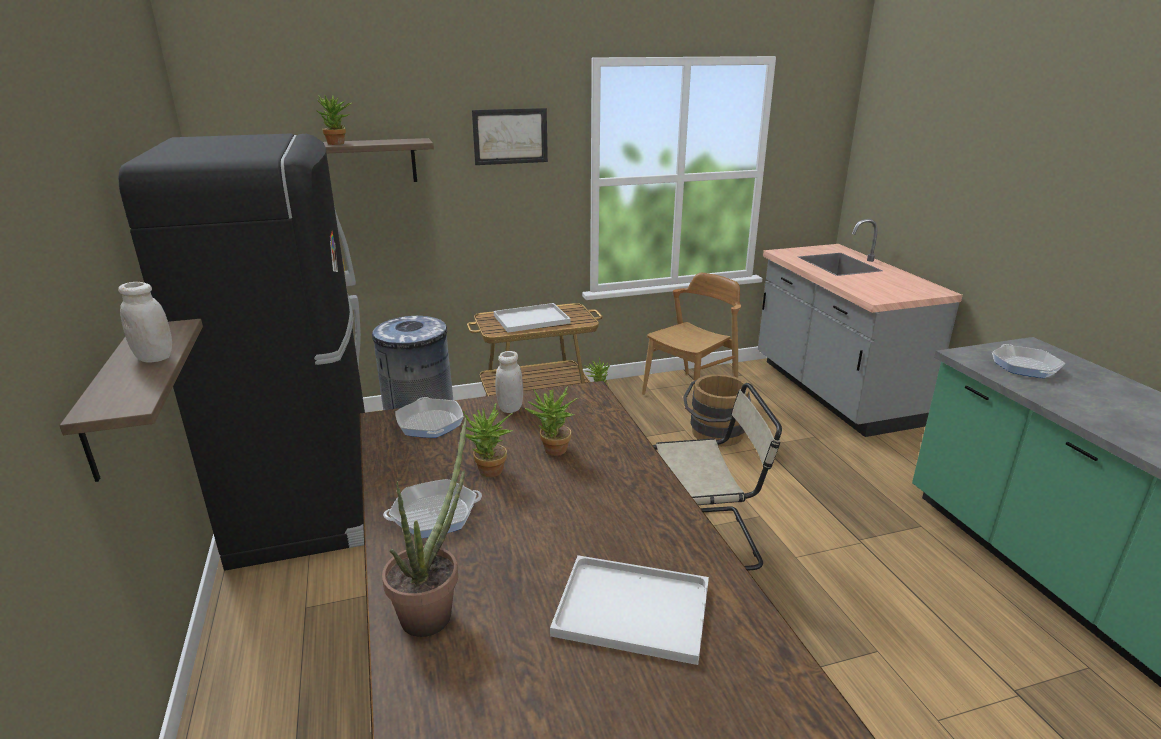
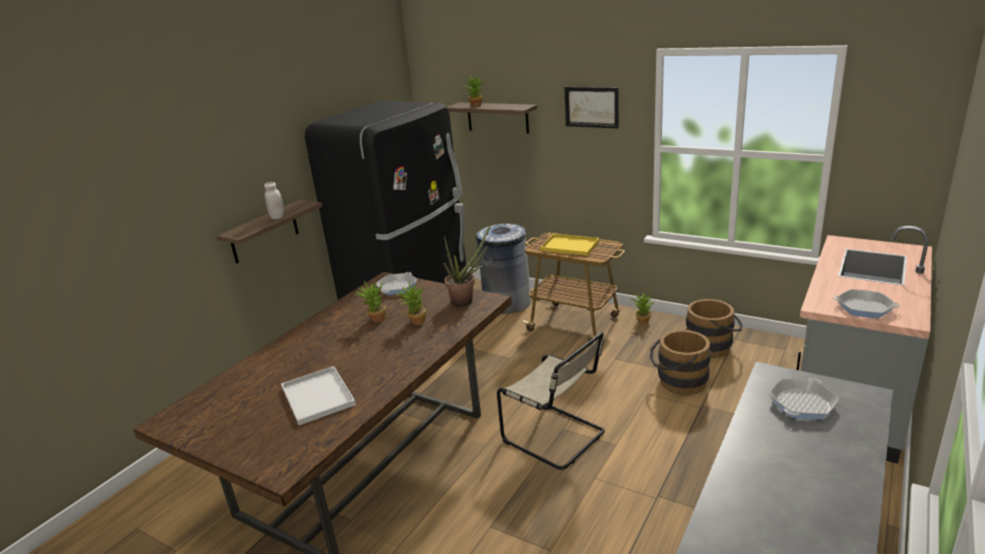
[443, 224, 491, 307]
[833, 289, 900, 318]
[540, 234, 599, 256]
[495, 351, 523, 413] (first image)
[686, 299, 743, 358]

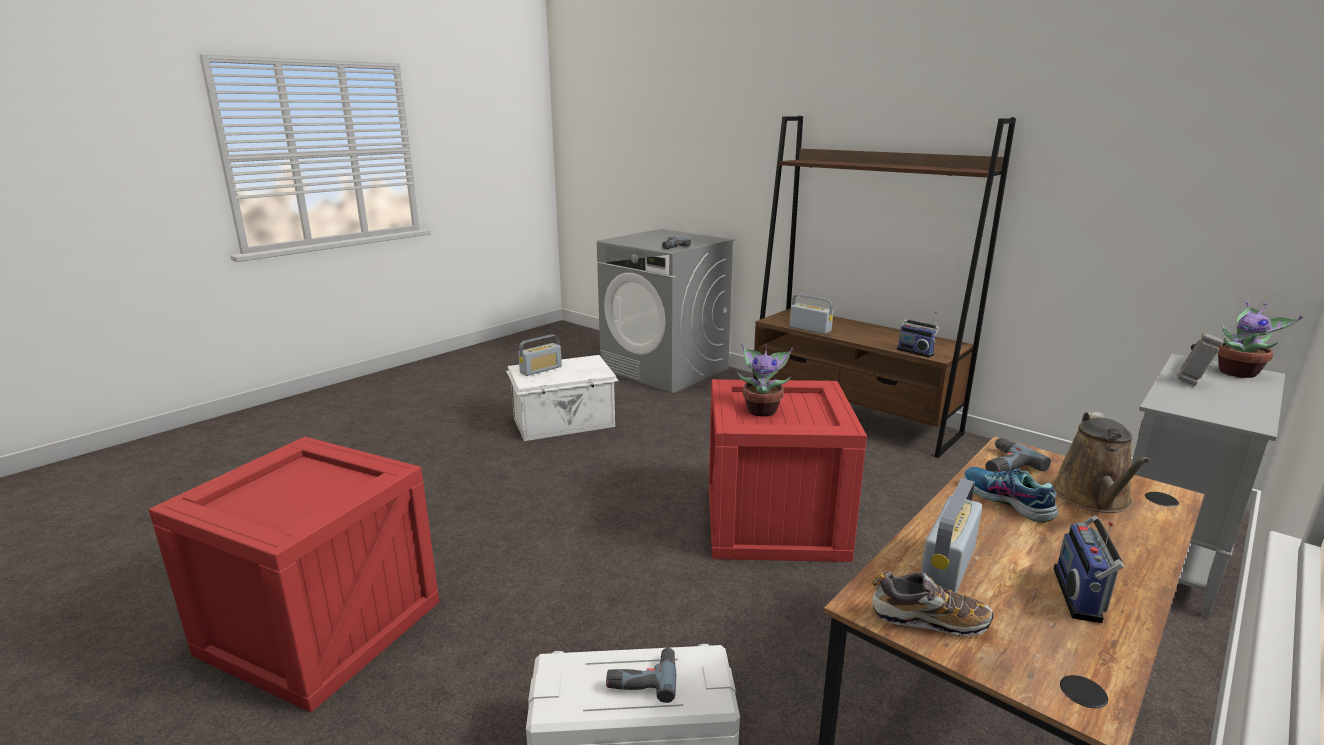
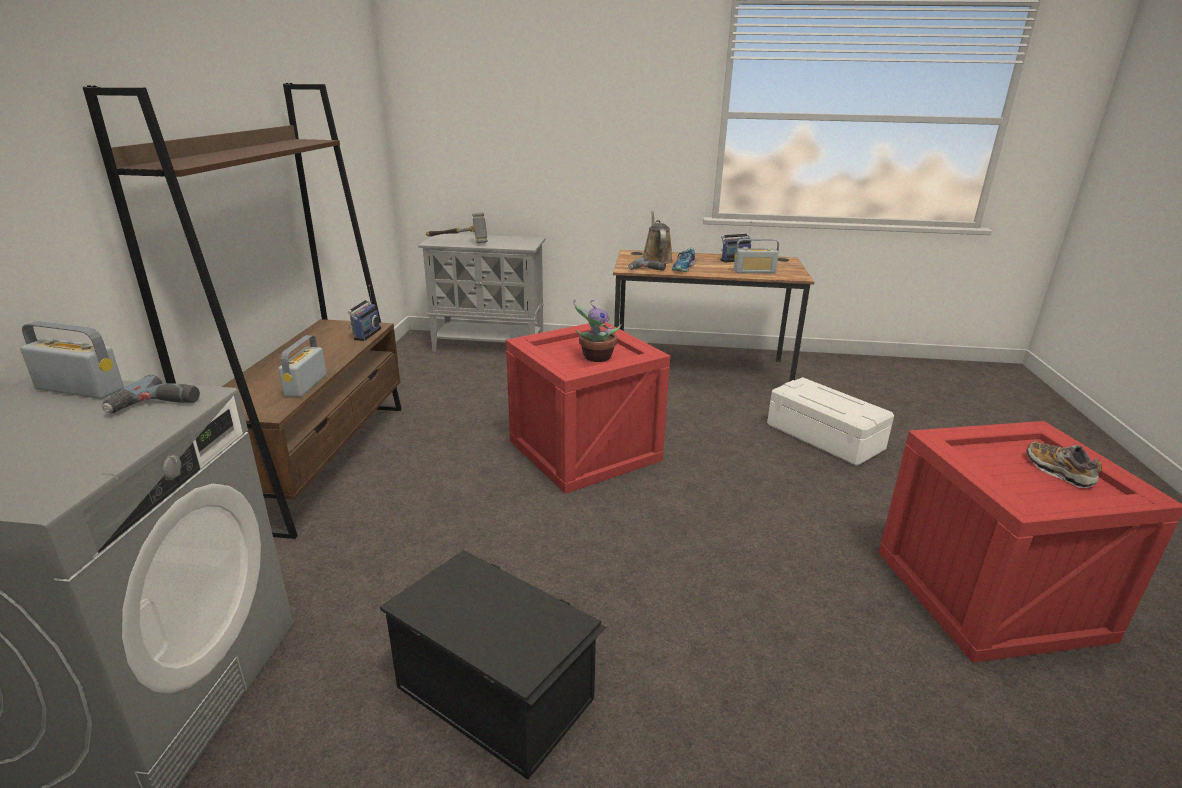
[380, 550, 606, 780]
[20, 321, 124, 399]
[606, 647, 676, 703] (first image)
[1026, 441, 1102, 488]
[643, 211, 673, 264]
[1217, 301, 1303, 378] (first image)

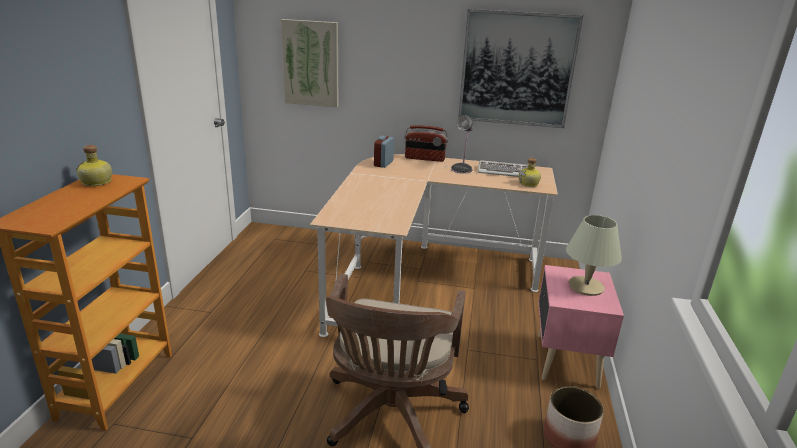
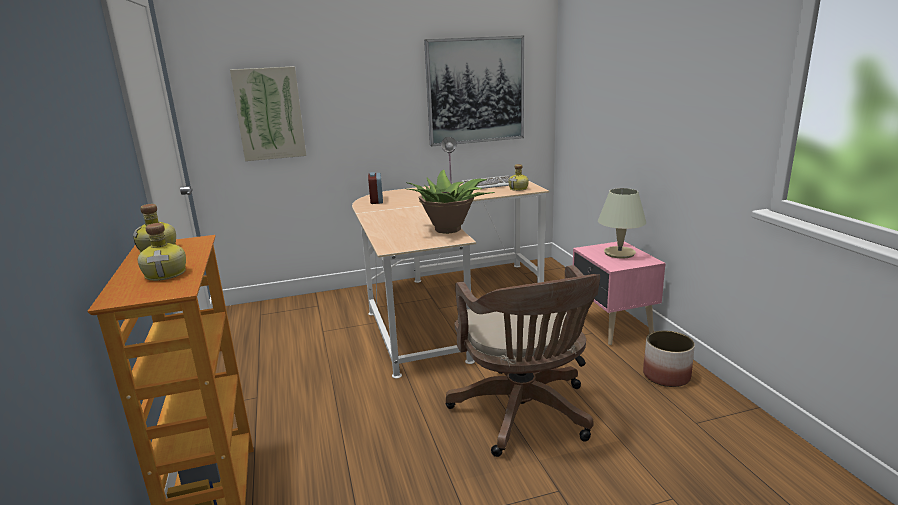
[405, 125, 448, 162] (first image)
[138, 223, 186, 281]
[406, 170, 494, 234]

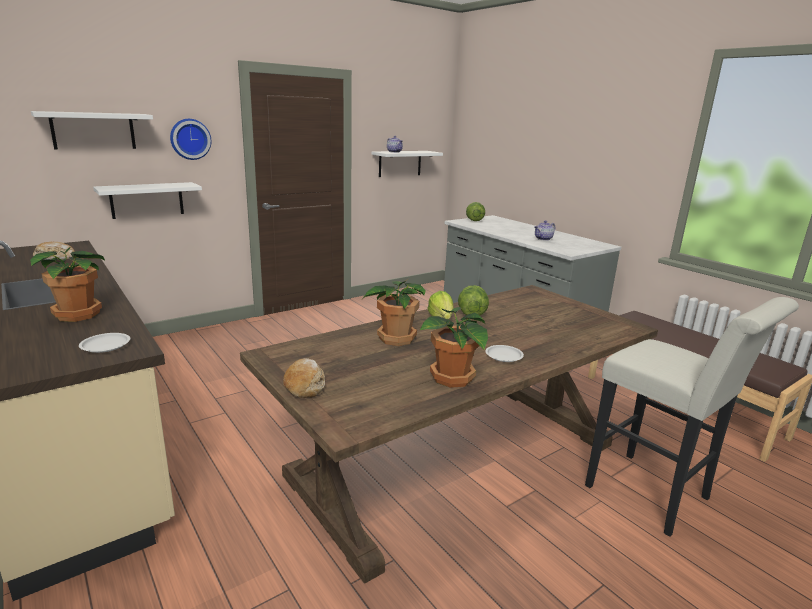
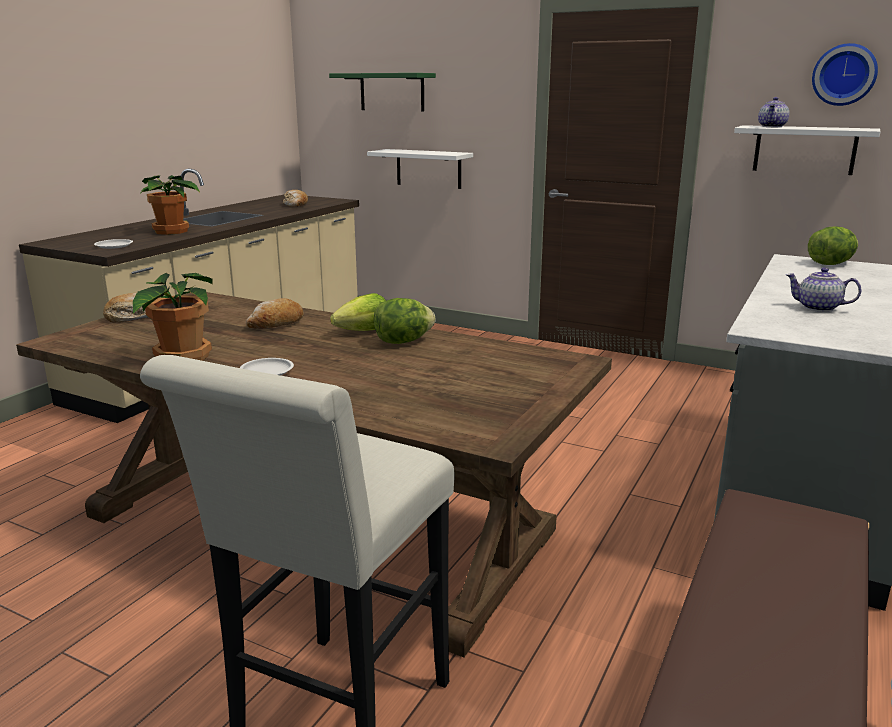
[329, 73, 436, 111]
[812, 43, 878, 106]
[246, 298, 304, 329]

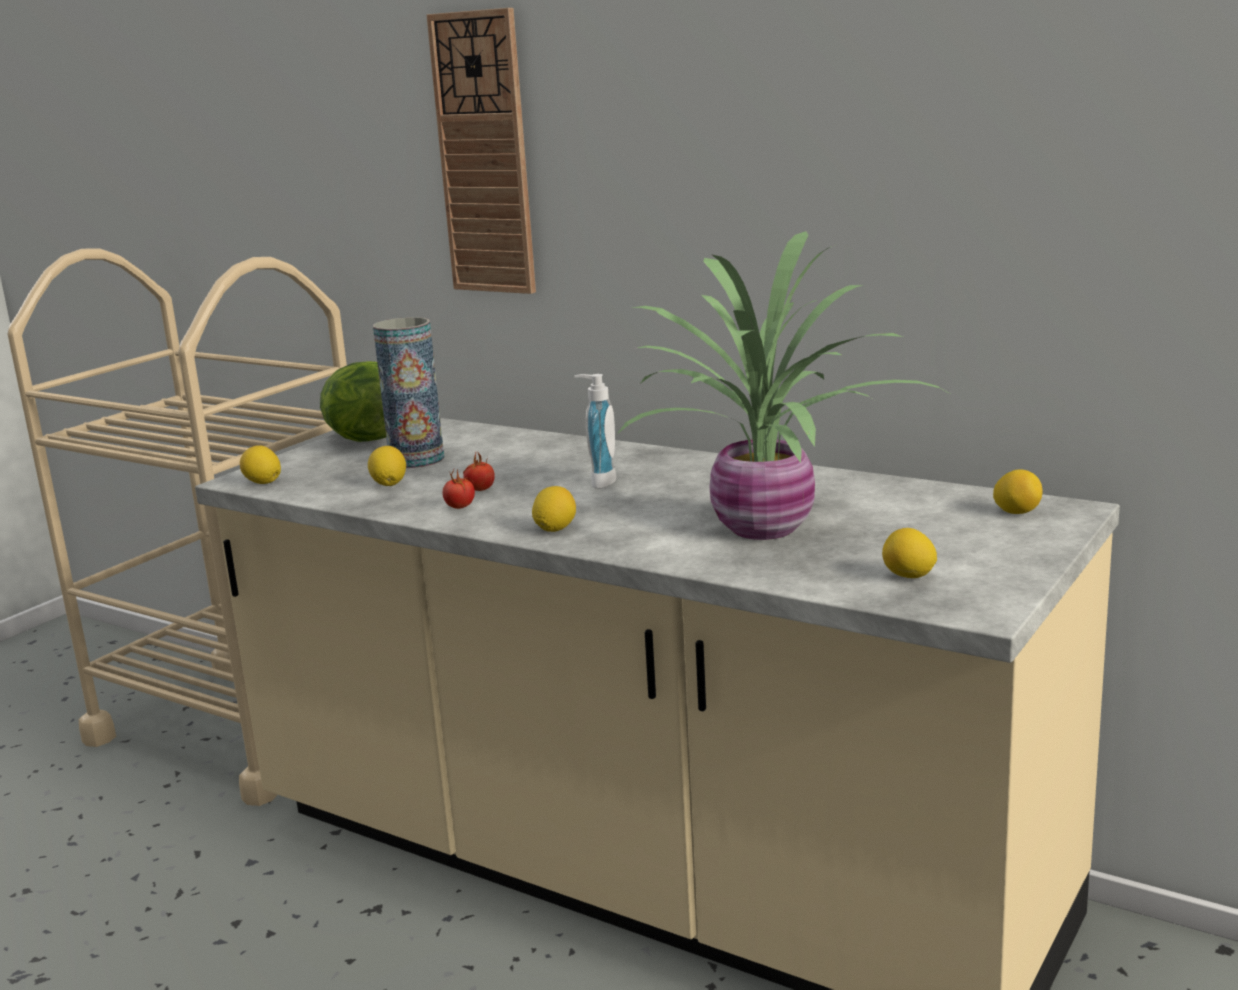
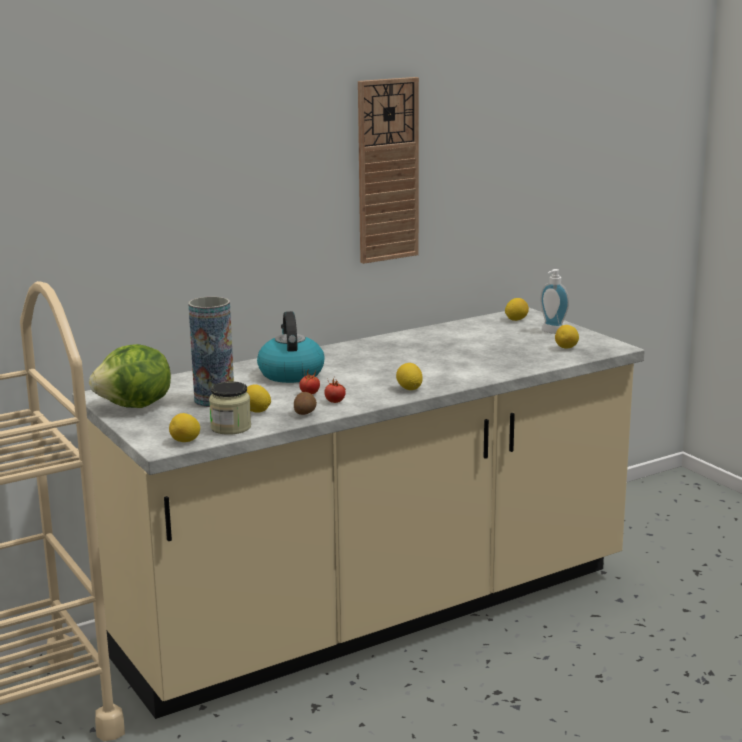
[358, 77, 419, 264]
[540, 269, 569, 334]
[616, 231, 952, 540] (first image)
[209, 381, 251, 435]
[257, 311, 325, 383]
[294, 392, 317, 415]

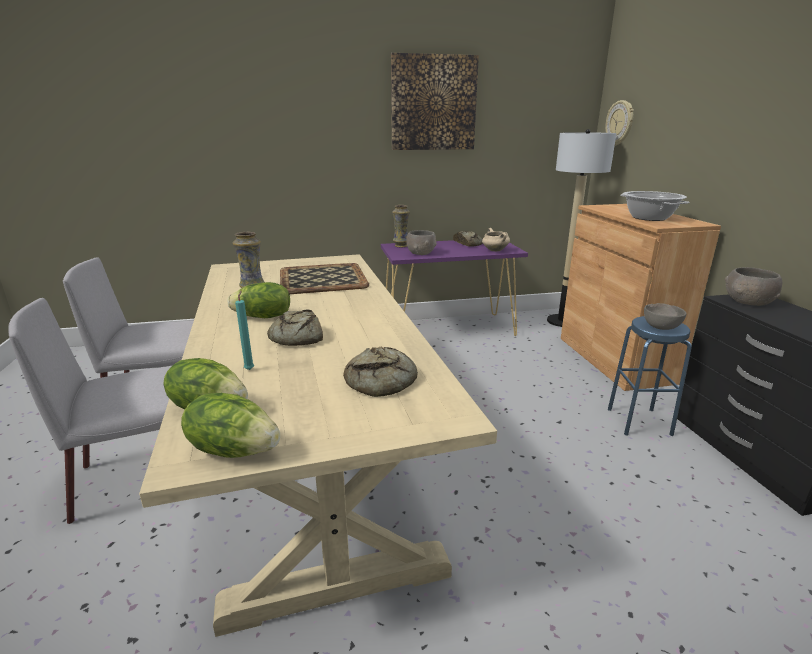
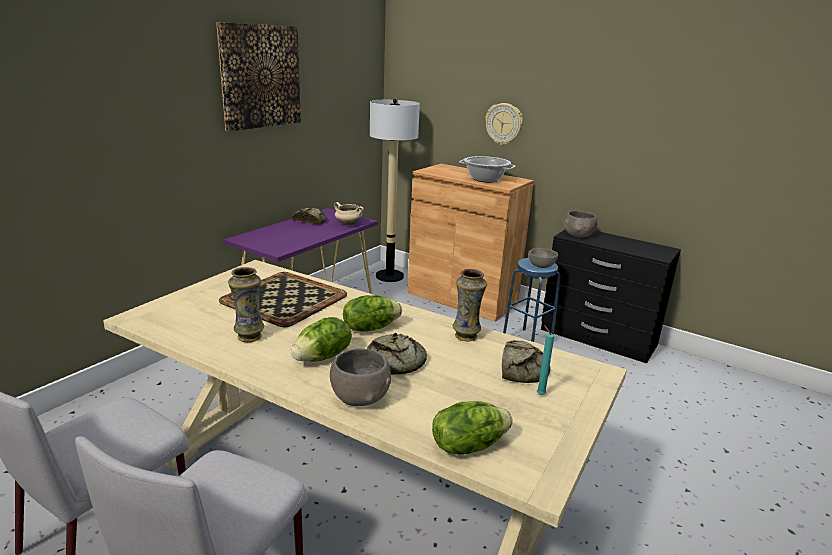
[343, 295, 402, 332]
[537, 325, 554, 395]
[453, 269, 487, 341]
[330, 348, 391, 406]
[485, 103, 523, 145]

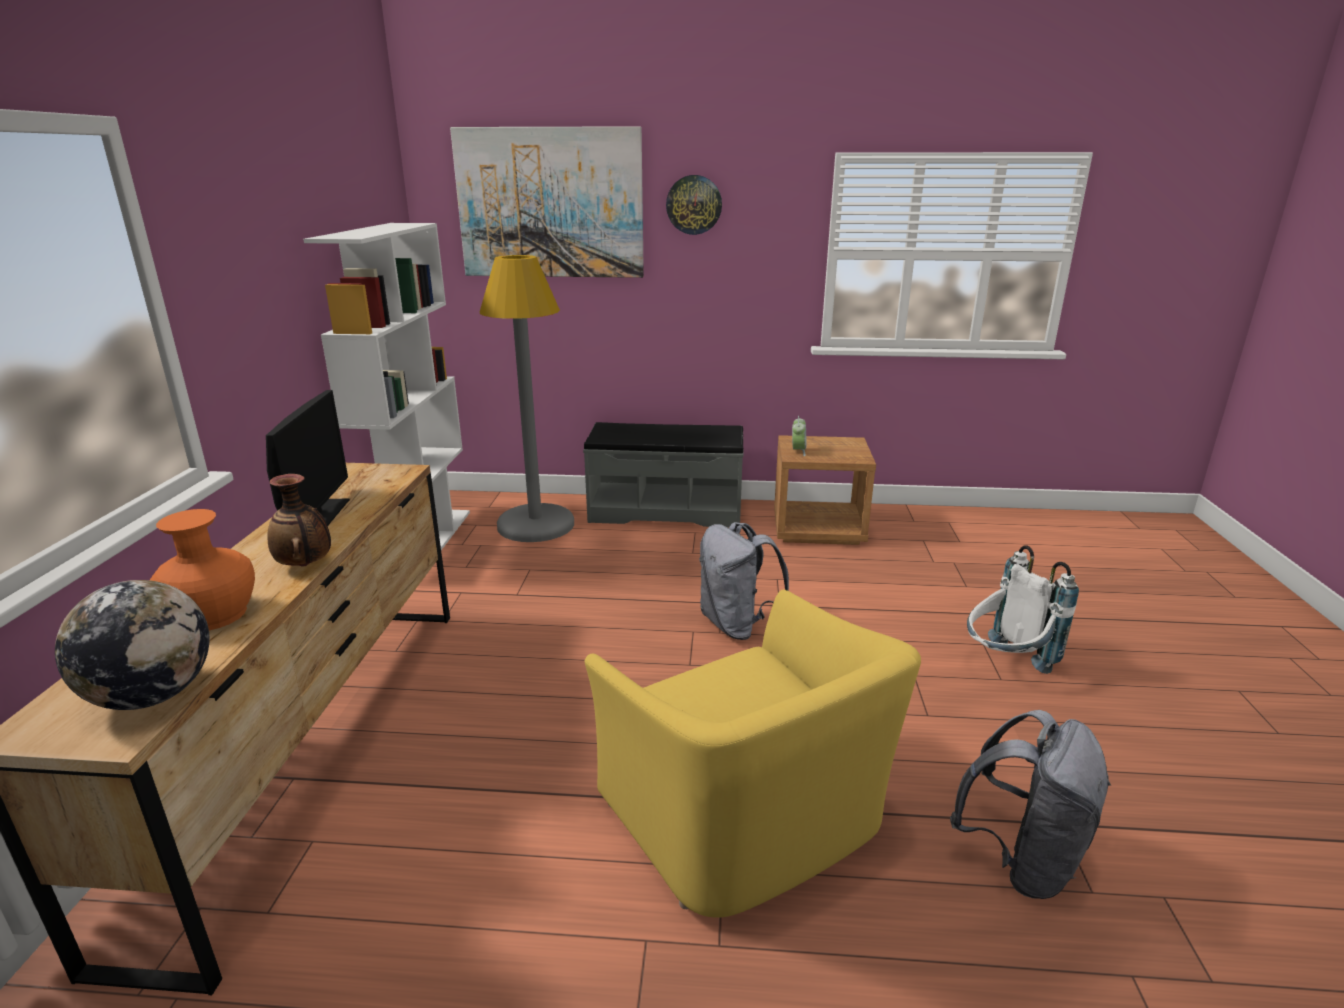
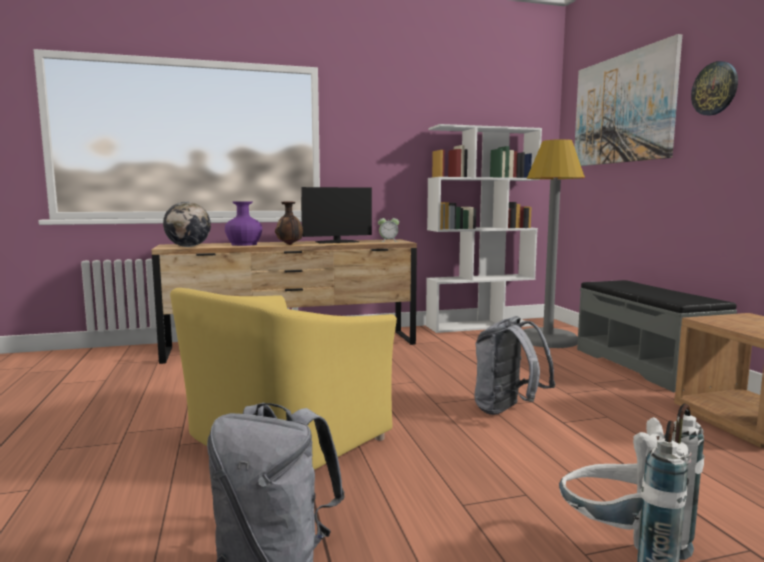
[225, 201, 262, 246]
[378, 215, 399, 242]

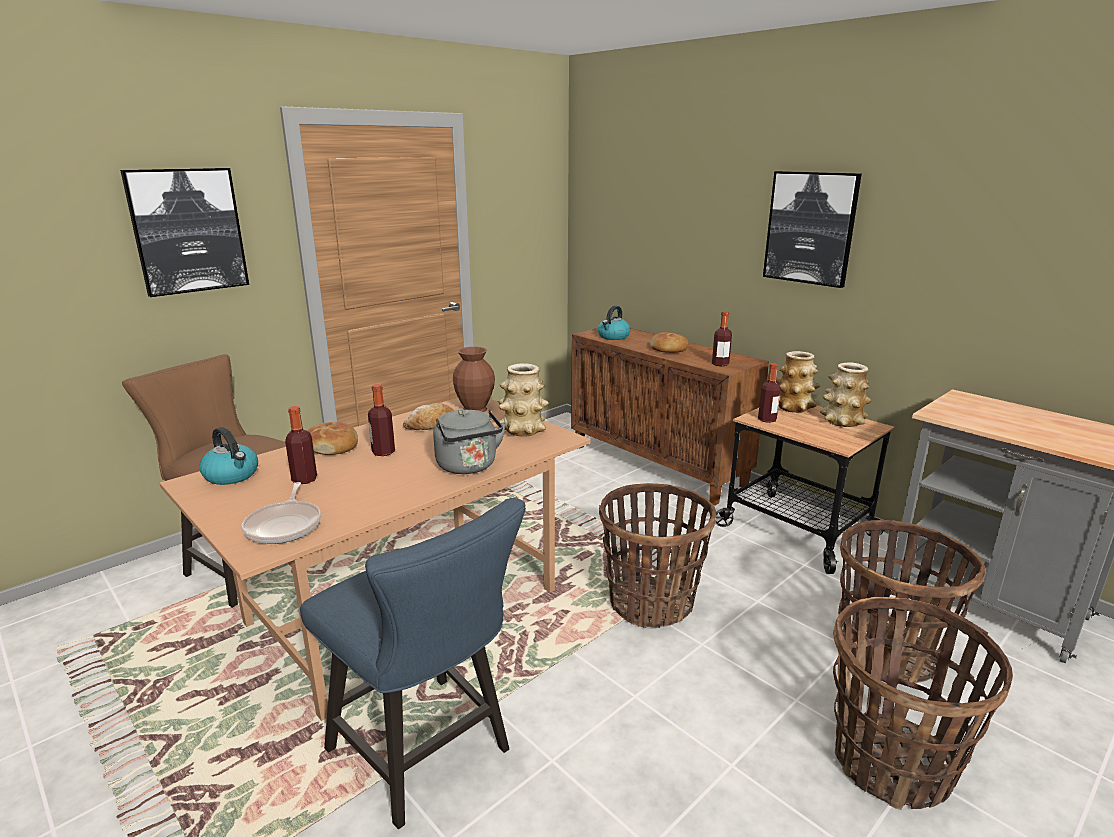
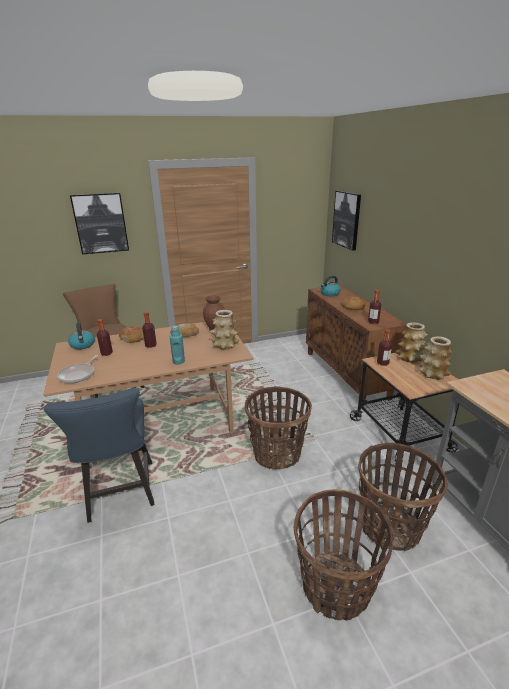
[169, 326, 185, 364]
[332, 191, 361, 251]

